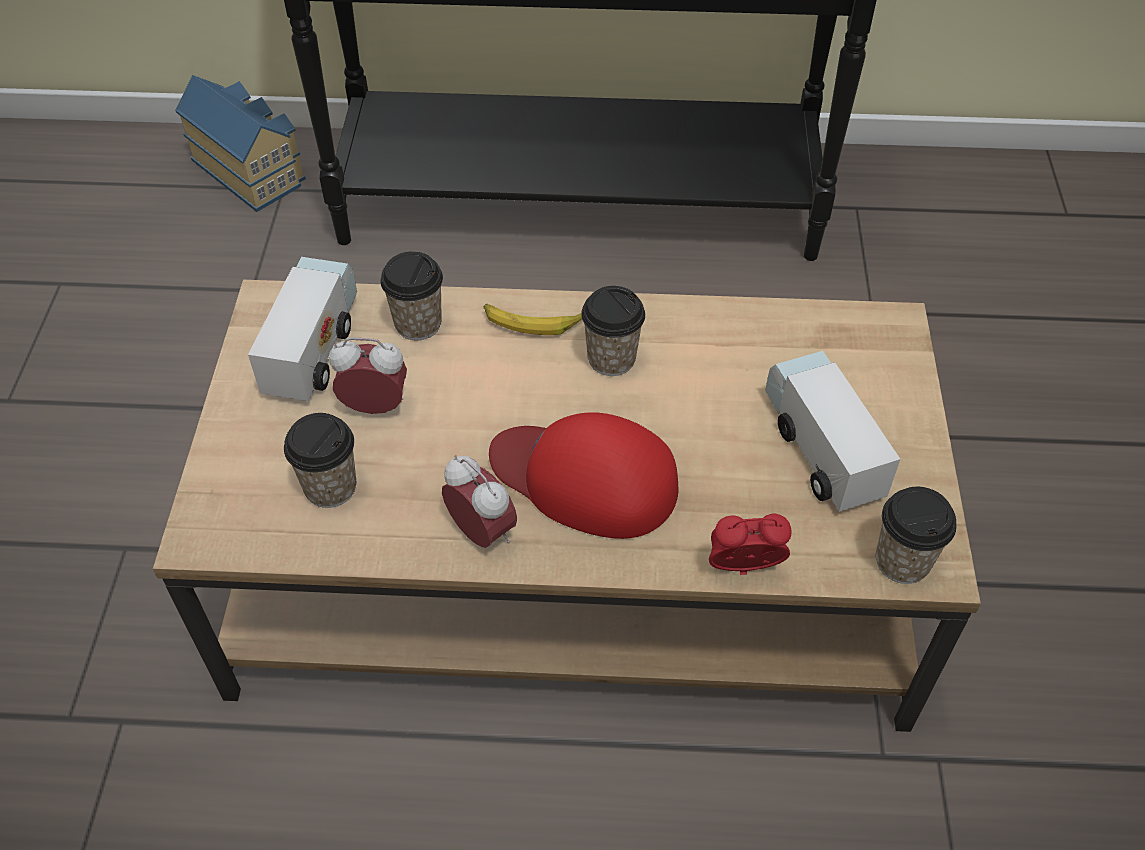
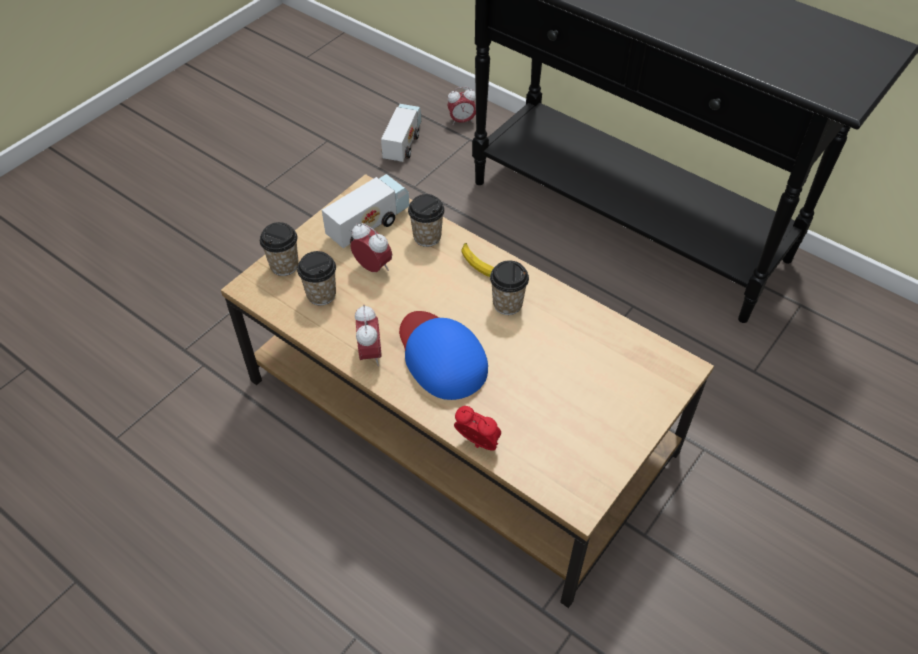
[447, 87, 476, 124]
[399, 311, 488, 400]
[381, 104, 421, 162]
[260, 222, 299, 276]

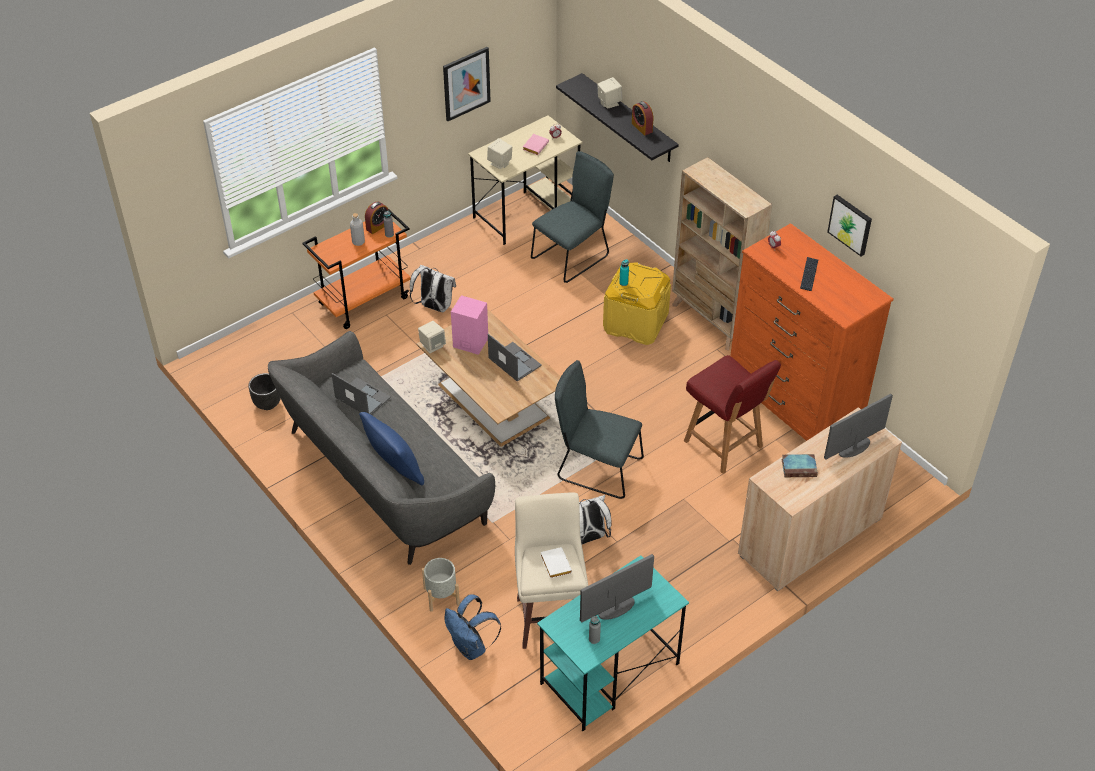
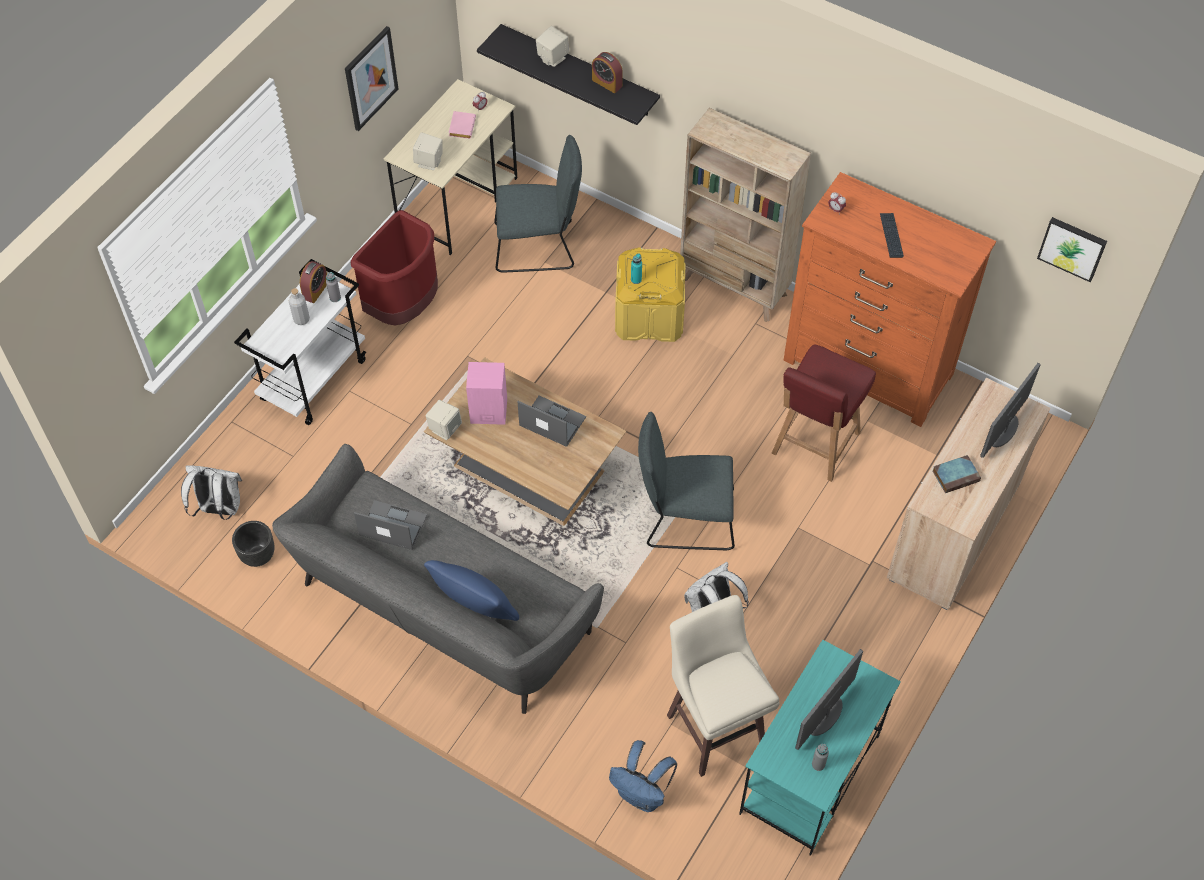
[234, 259, 366, 425]
[181, 465, 242, 520]
[422, 558, 460, 612] (first image)
[494, 135, 582, 273]
[540, 547, 572, 578] (first image)
[772, 344, 876, 482]
[1037, 217, 1107, 282]
[351, 210, 438, 325]

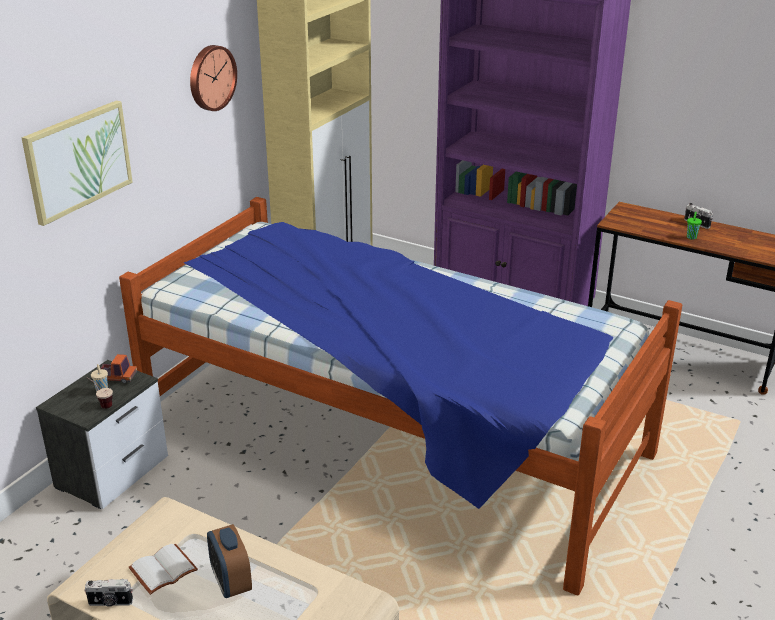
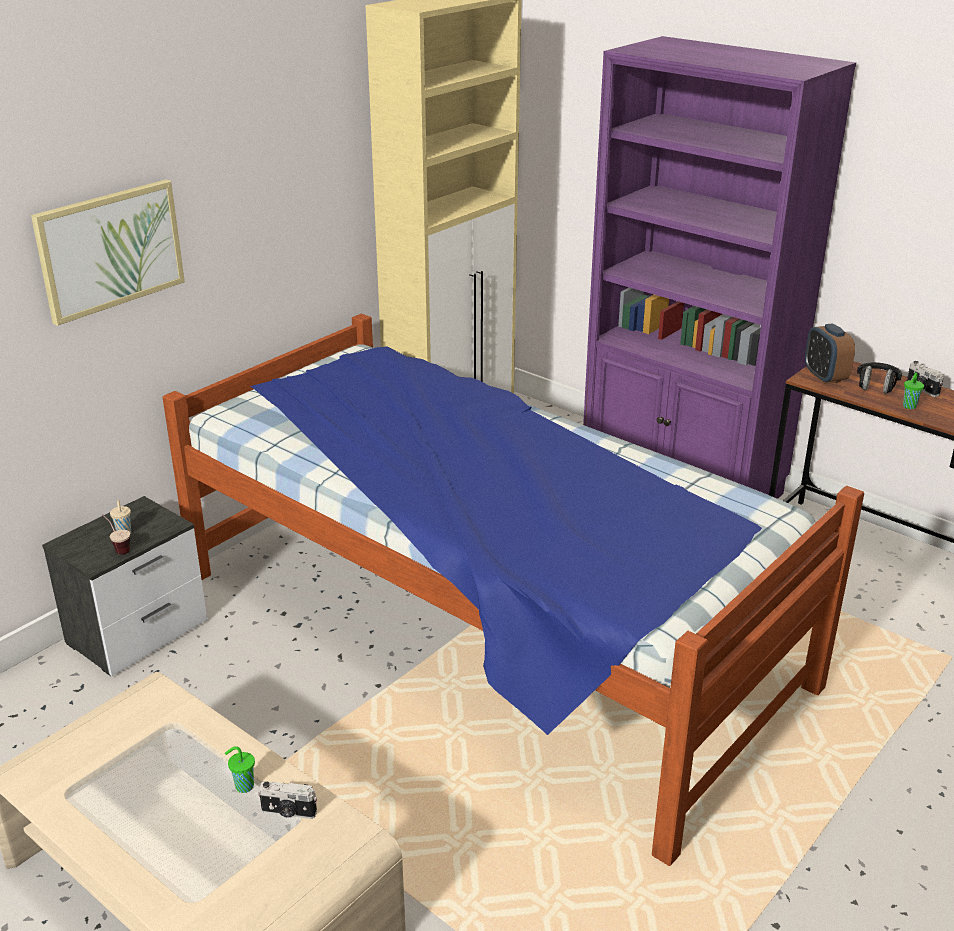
[258, 781, 317, 819]
[100, 354, 137, 384] (first image)
[128, 544, 198, 595] (first image)
[190, 45, 237, 111] (first image)
[805, 323, 855, 384]
[225, 746, 255, 793]
[857, 362, 902, 394]

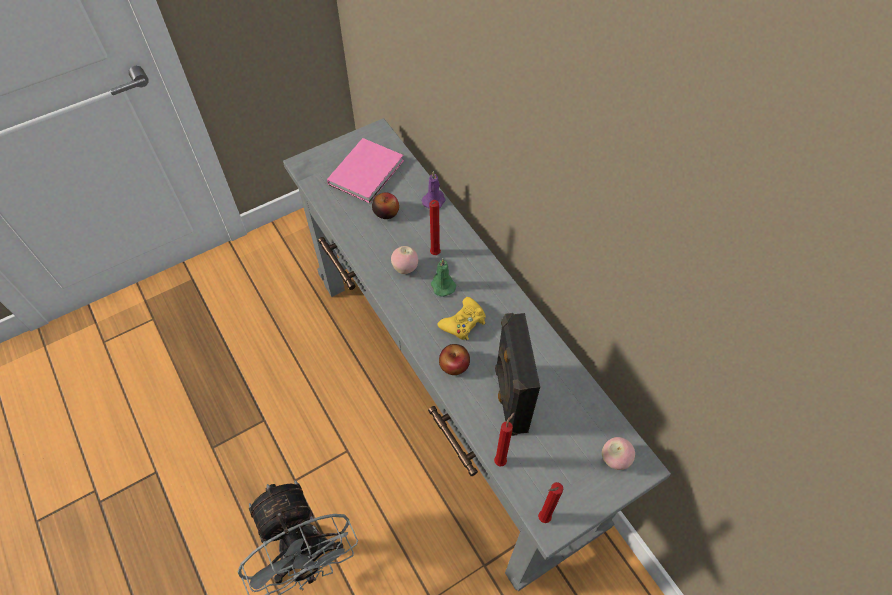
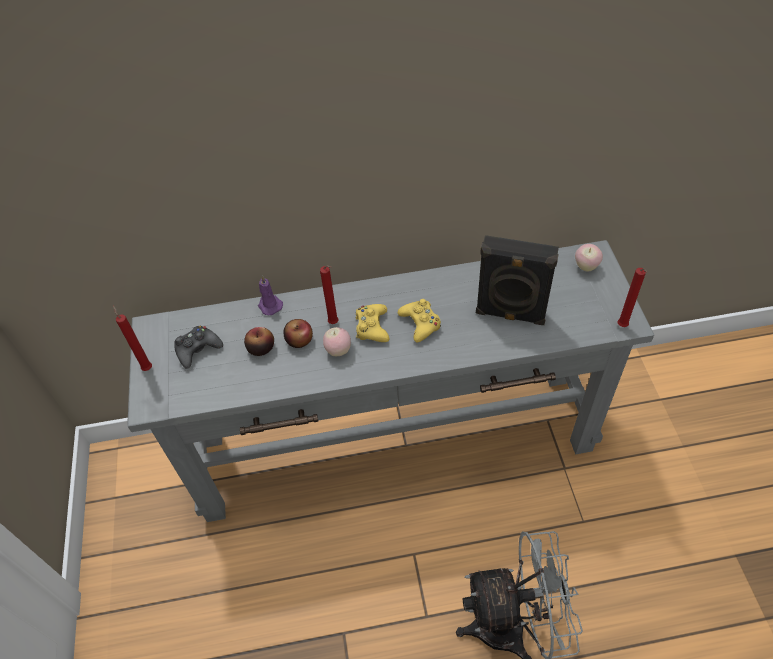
[174, 326, 223, 369]
[356, 304, 389, 342]
[283, 319, 313, 348]
[113, 305, 152, 371]

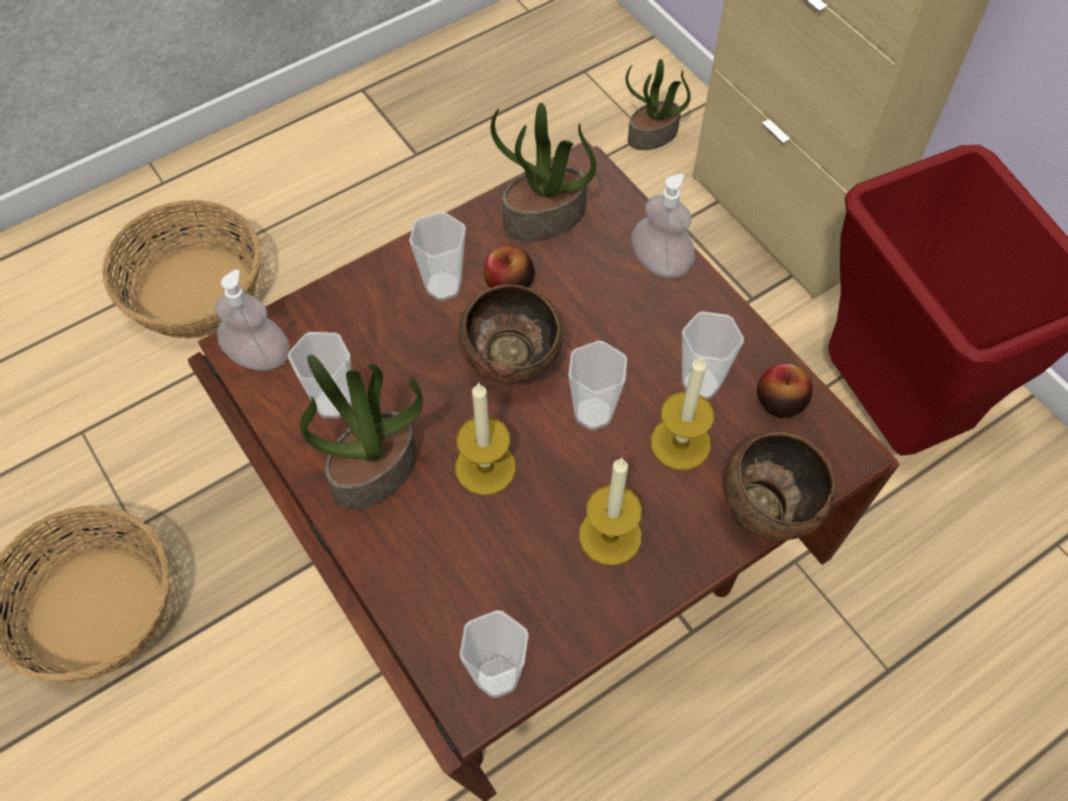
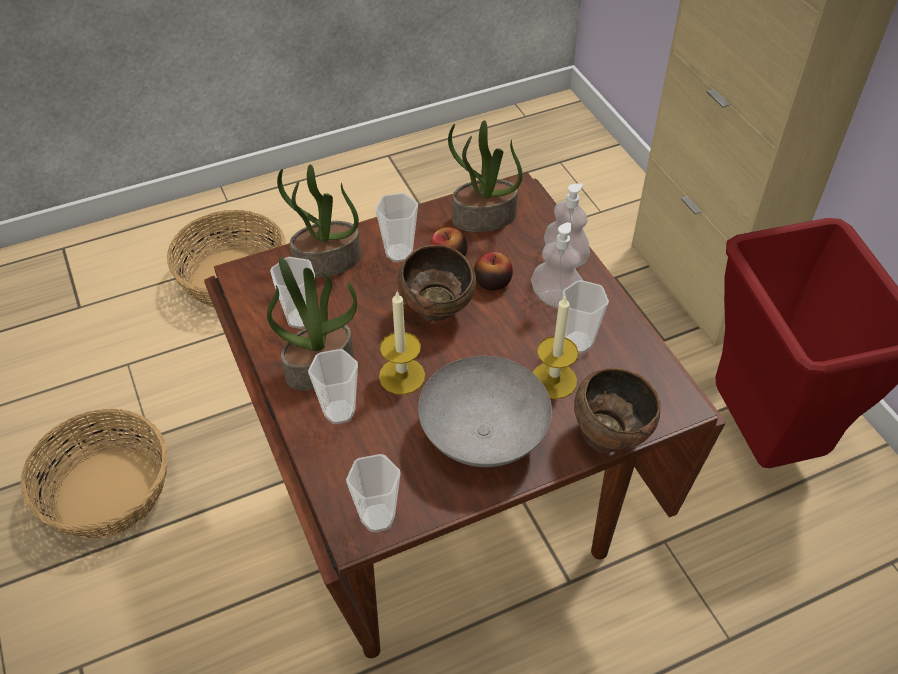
[531, 222, 583, 308]
[308, 349, 358, 424]
[418, 356, 552, 467]
[277, 165, 361, 278]
[474, 252, 513, 291]

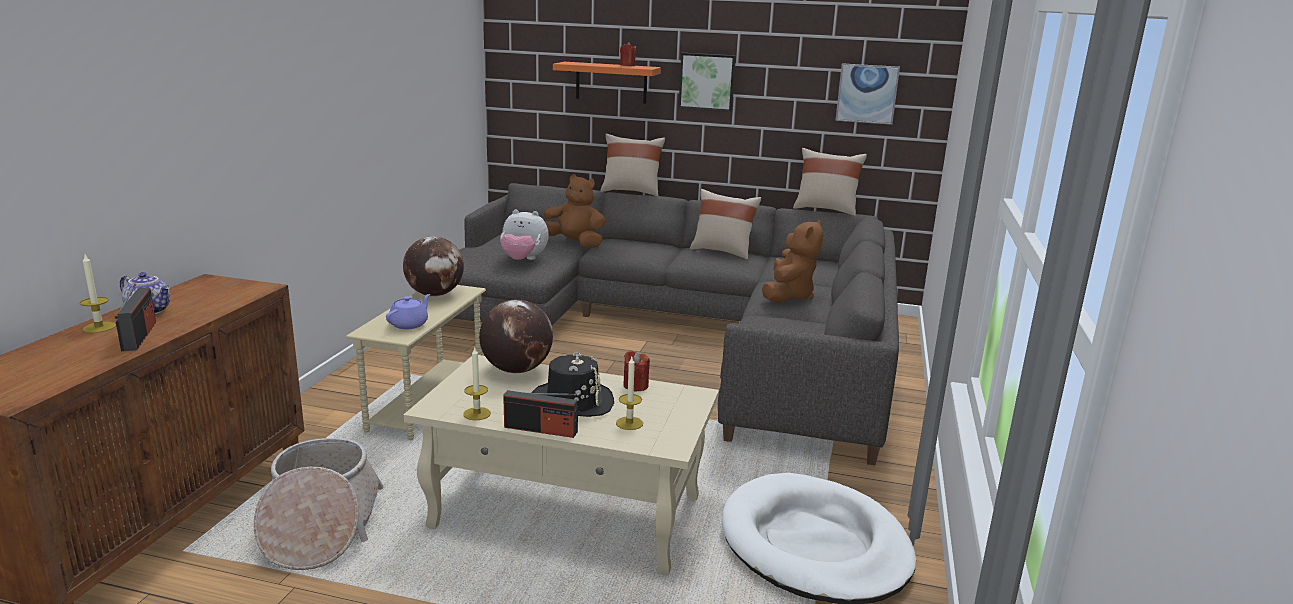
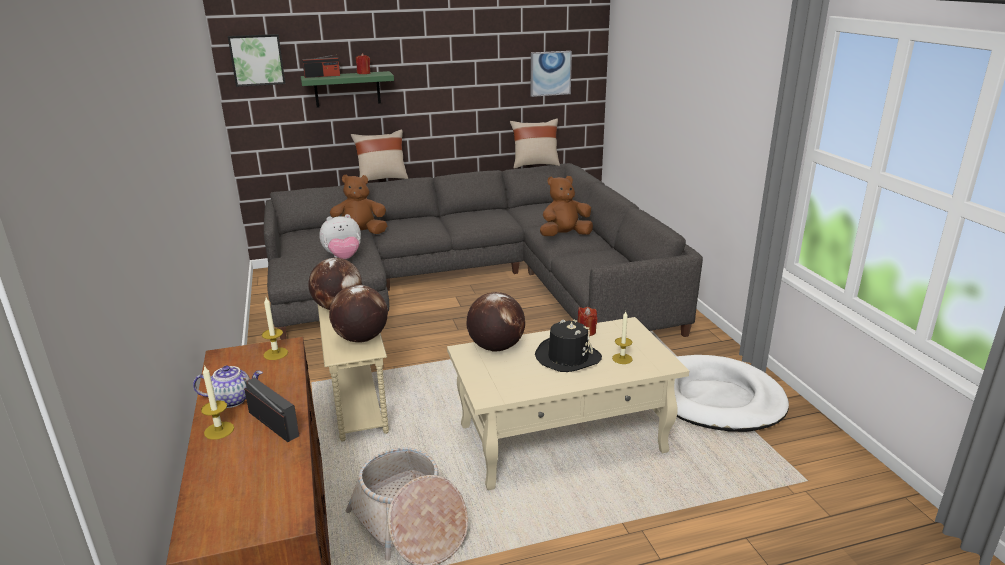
[329, 285, 388, 343]
[262, 297, 288, 360]
[302, 54, 340, 78]
[301, 71, 394, 108]
[228, 34, 285, 87]
[690, 189, 761, 260] (first image)
[540, 176, 593, 236]

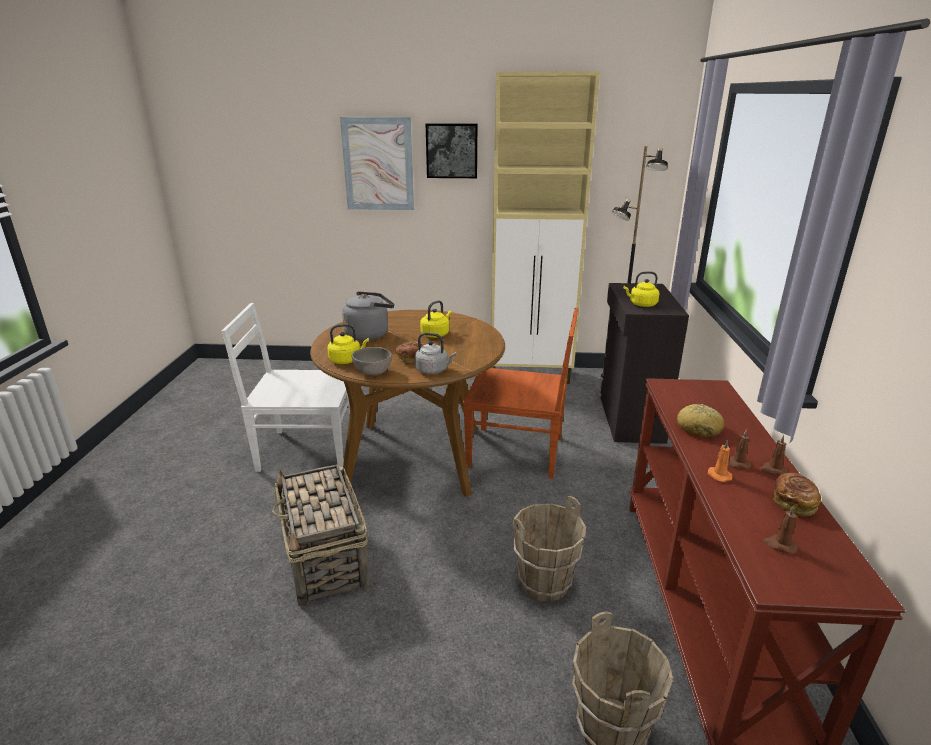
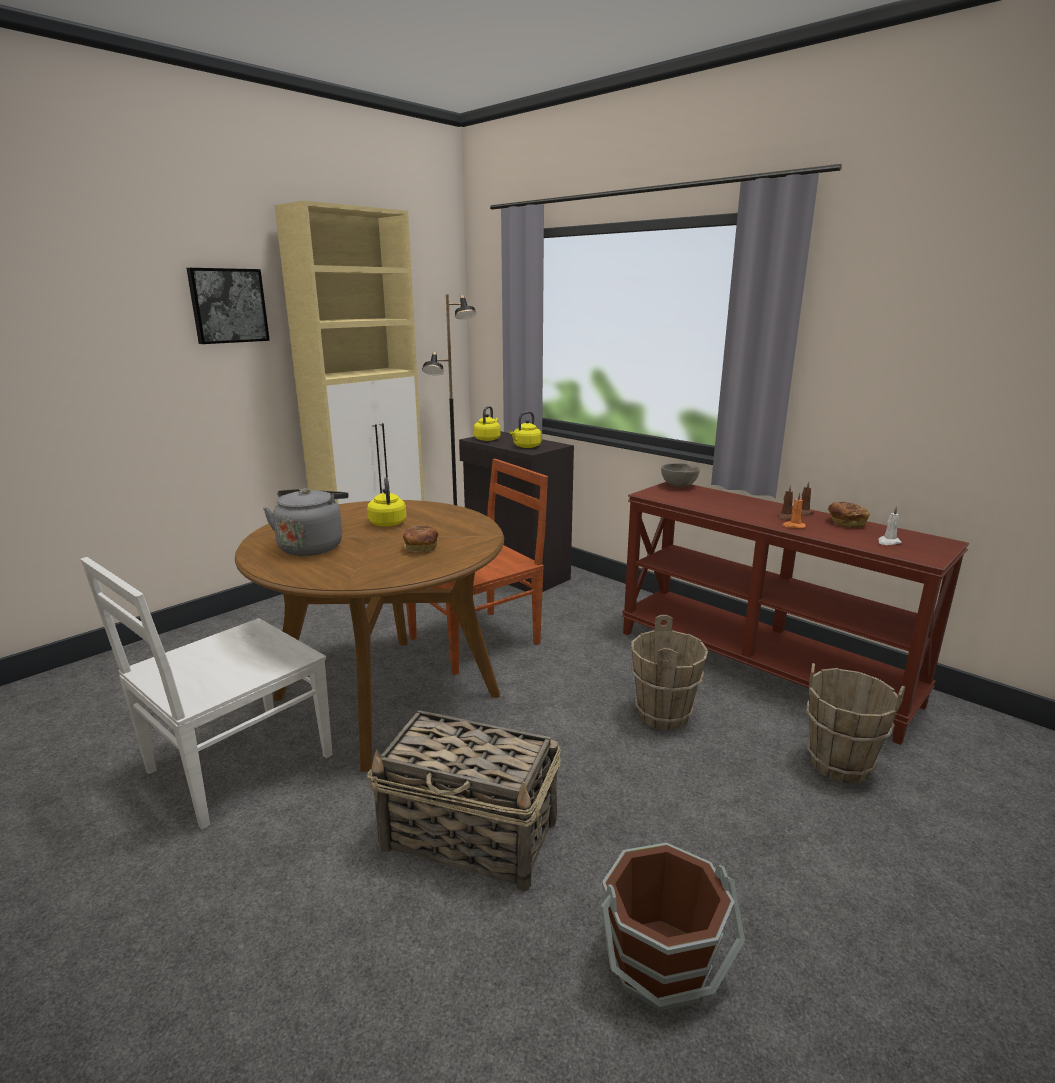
[474, 406, 501, 441]
[340, 117, 414, 210] (first image)
[661, 463, 700, 487]
[415, 333, 456, 374] (first image)
[677, 404, 724, 437] (first image)
[878, 506, 902, 545]
[601, 843, 745, 1011]

